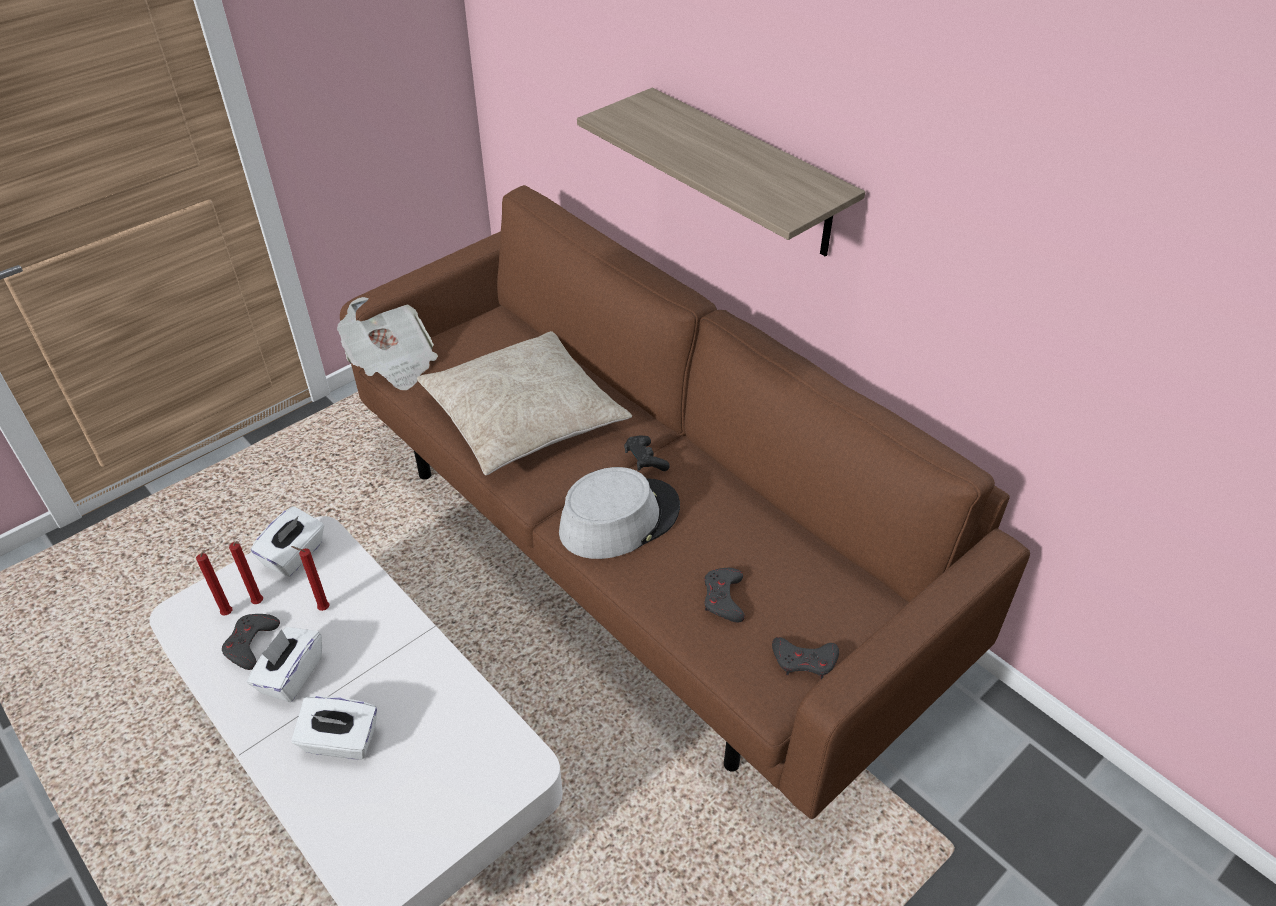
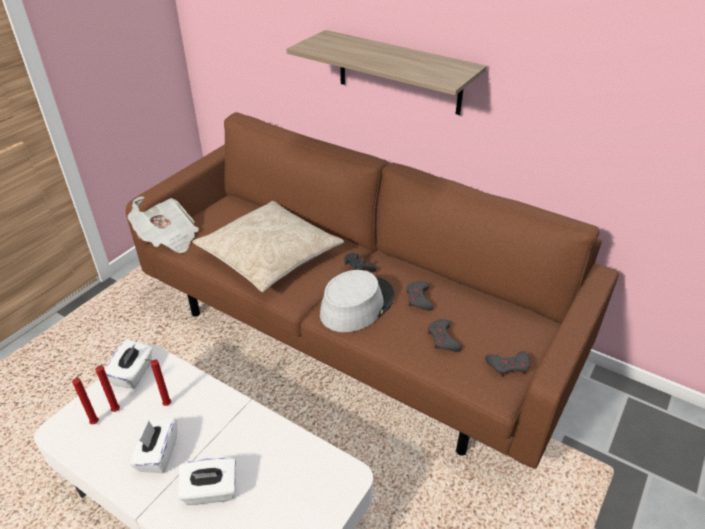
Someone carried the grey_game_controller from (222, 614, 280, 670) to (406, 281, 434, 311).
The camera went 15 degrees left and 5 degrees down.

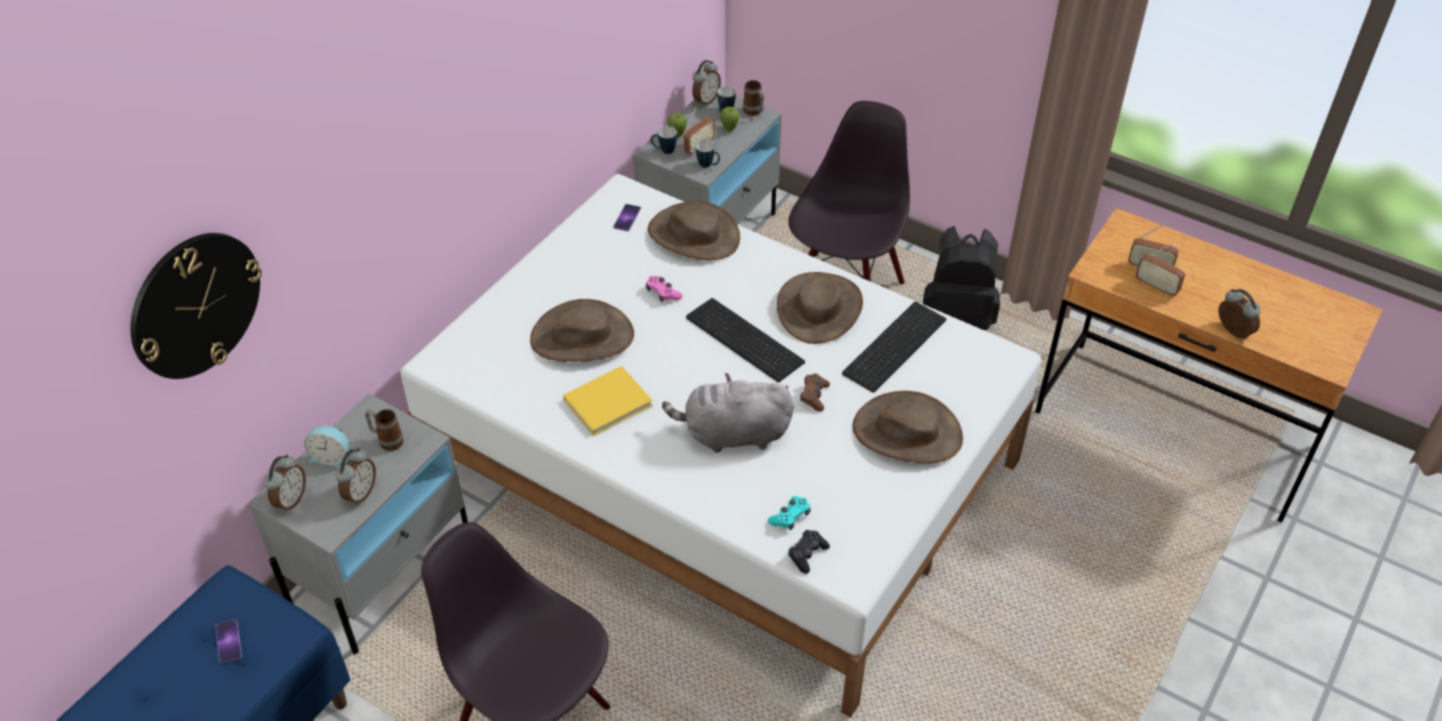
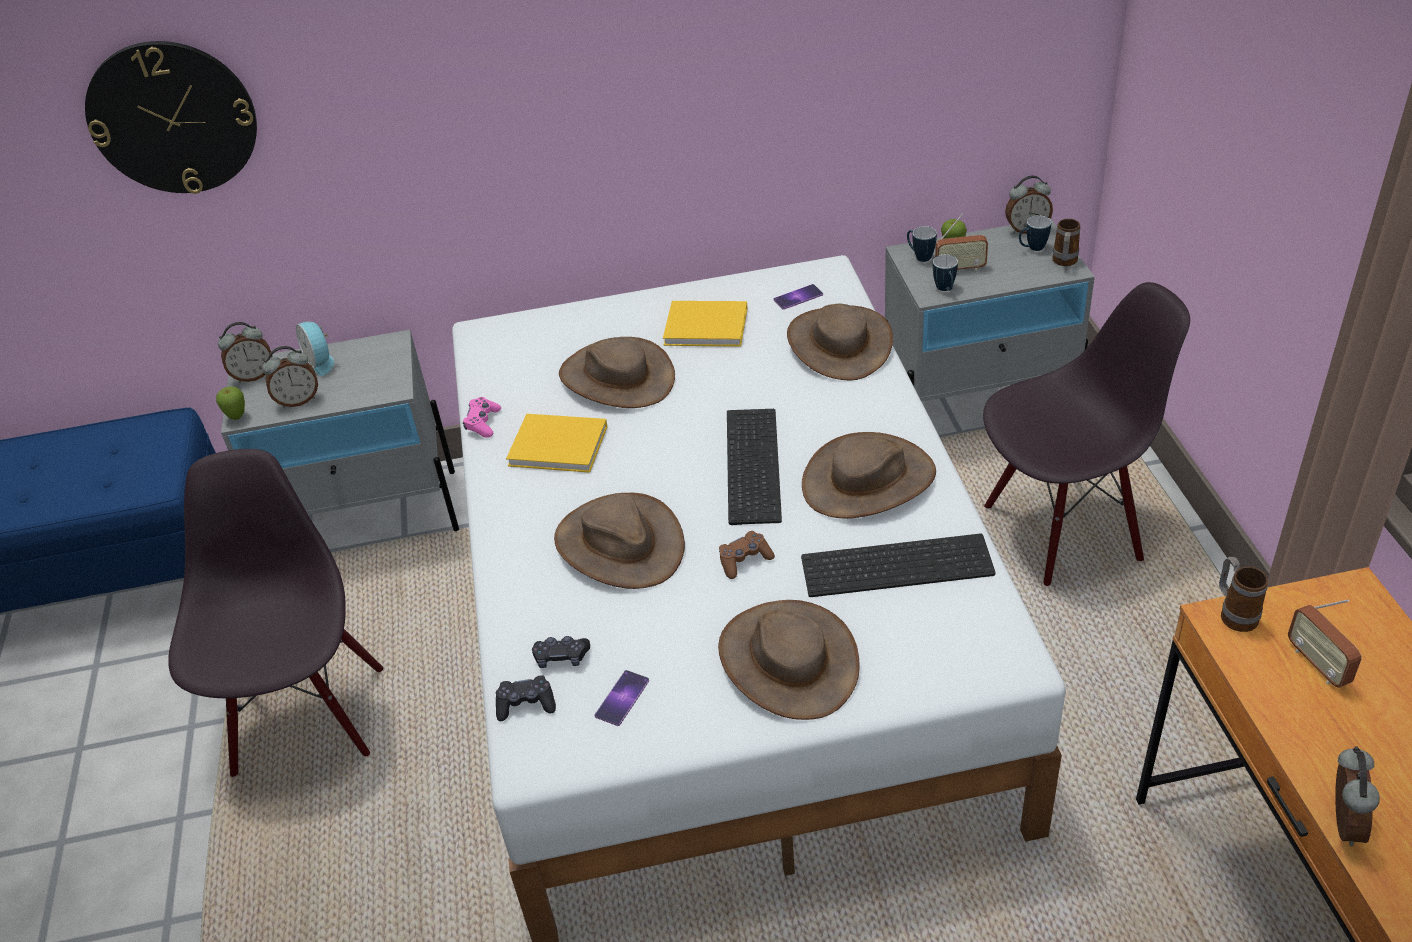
Someone took away the black_backpack at (923, 226, 1000, 330).
Someone took away the radio at (1136, 244, 1185, 296).
Someone put down the yellow_book at (663, 301, 747, 347).
Someone carried the phone from (215, 619, 242, 664) to (594, 670, 649, 726).
Someone carried the mug from (365, 409, 404, 451) to (1219, 556, 1268, 632).
Someone carried the pink_game_controller from (646, 276, 683, 302) to (463, 397, 501, 438).
Someone carried the apple from (720, 107, 739, 131) to (216, 386, 245, 420).
Someone swapped the grey_plush_toy at (662, 373, 794, 453) for the brown_hat at (554, 493, 685, 589).
Someone repainted the turquoise_game_controller at (768, 496, 811, 530), which became the black_game_controller at (532, 636, 590, 668).
The camera went 50 degrees right and 5 degrees down.

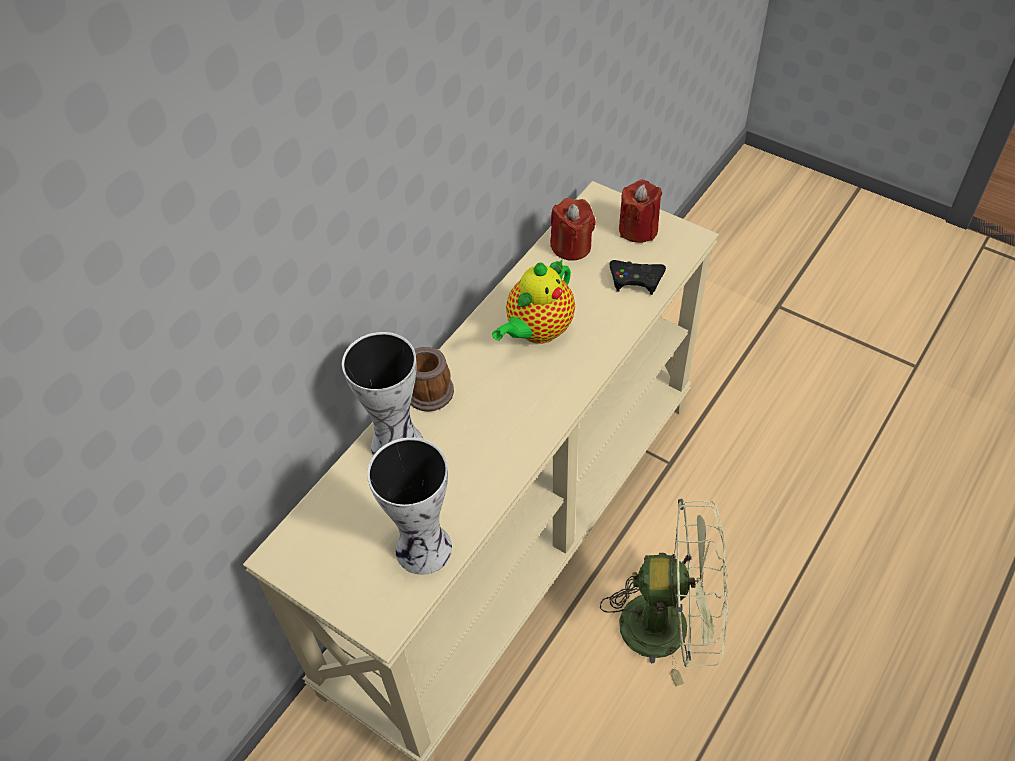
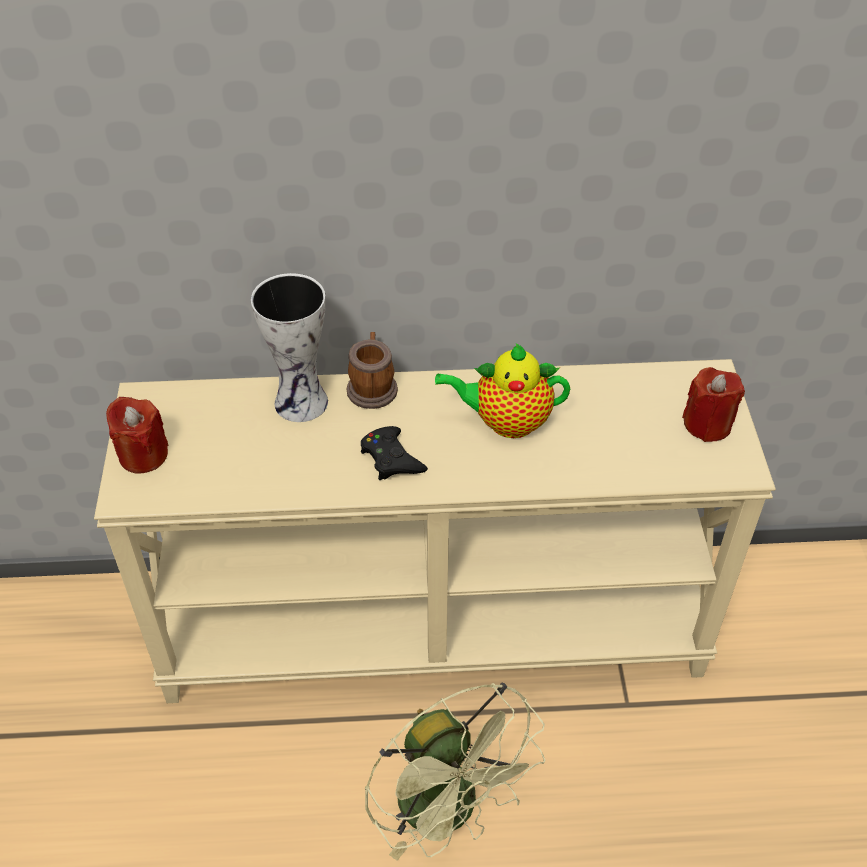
Someone took away the vase at (367, 437, 452, 575).
Someone carried the red_candle from (550, 198, 596, 261) to (106, 397, 168, 474).
Someone carried the black_game_controller from (610, 260, 666, 295) to (361, 426, 428, 480).
The camera went 50 degrees right and 5 degrees down.

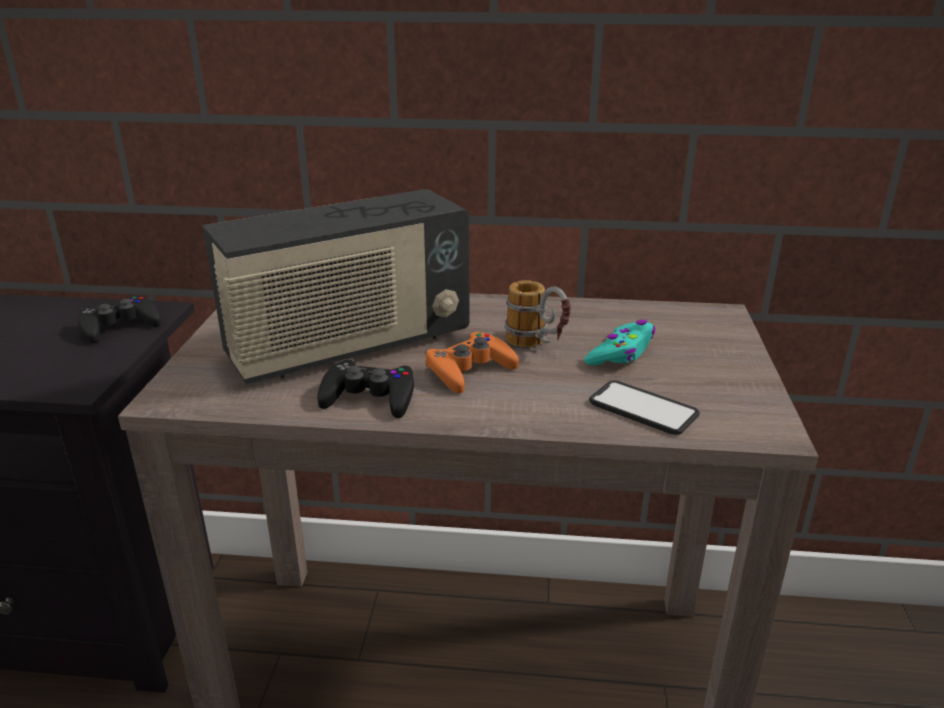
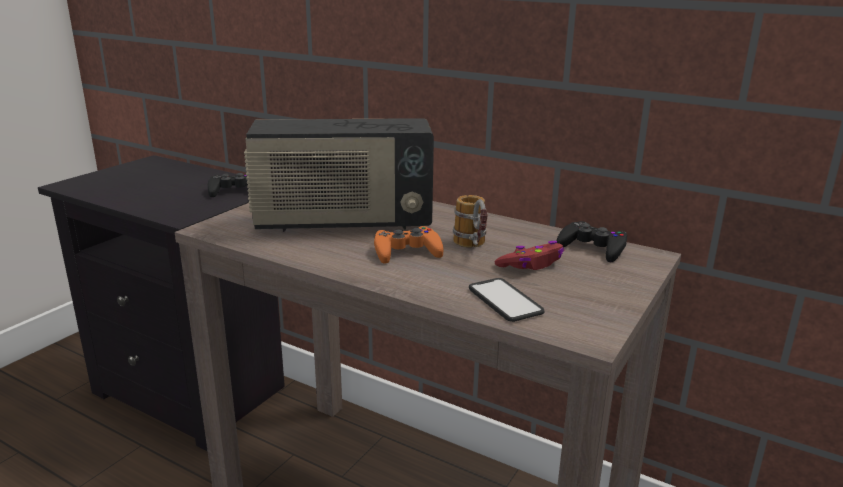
Someone carried the black_game_controller from (317, 359, 414, 418) to (557, 221, 627, 262).
Someone repainted the turquoise_game_controller at (584, 320, 655, 365), which became the red_game_controller at (494, 241, 565, 270).
The camera went 25 degrees right and 5 degrees down.

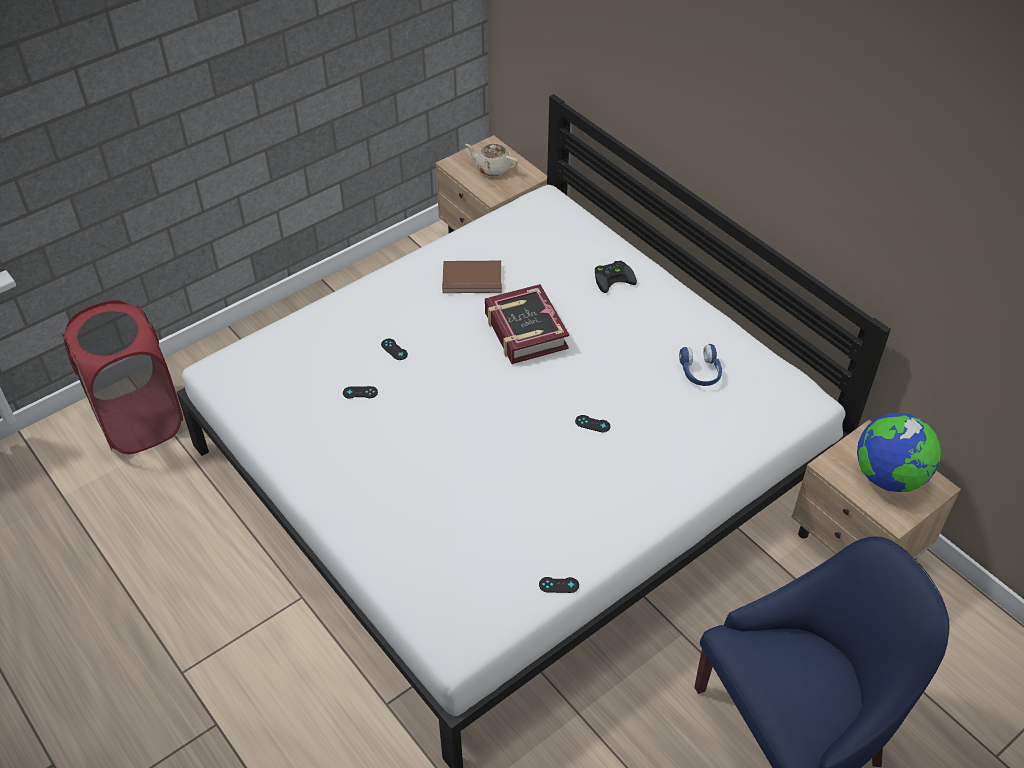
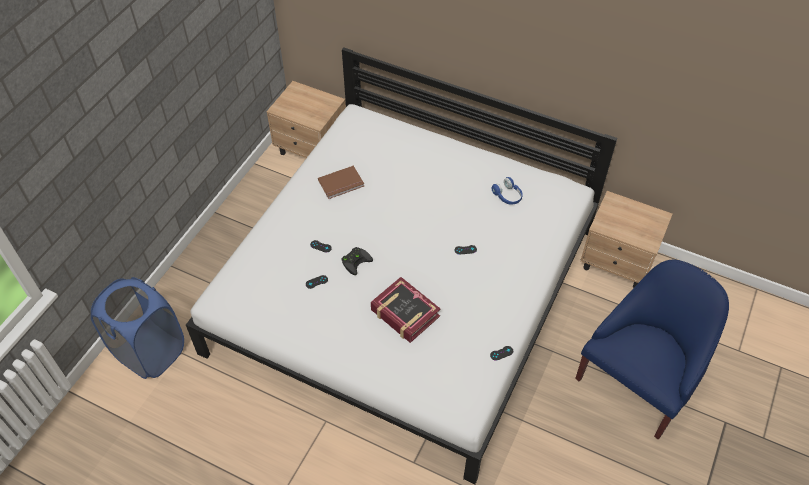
Someone took away the beige_teapot at (465, 143, 518, 177).
Someone took away the globe at (857, 413, 941, 492).
Someone carried the book from (485, 284, 569, 364) to (371, 277, 441, 343).
Someone carried the black_game_controller from (595, 261, 637, 293) to (341, 247, 373, 275).
Someone repainted the red_laundry_basket at (62, 300, 183, 454), which became the blue_laundry_basket at (91, 277, 184, 379).
The camera went 25 degrees left and 5 degrees up.

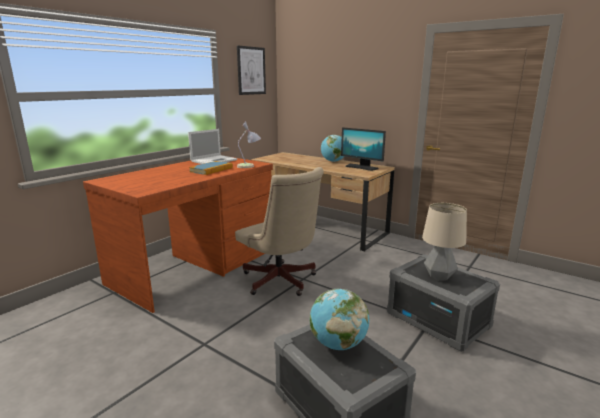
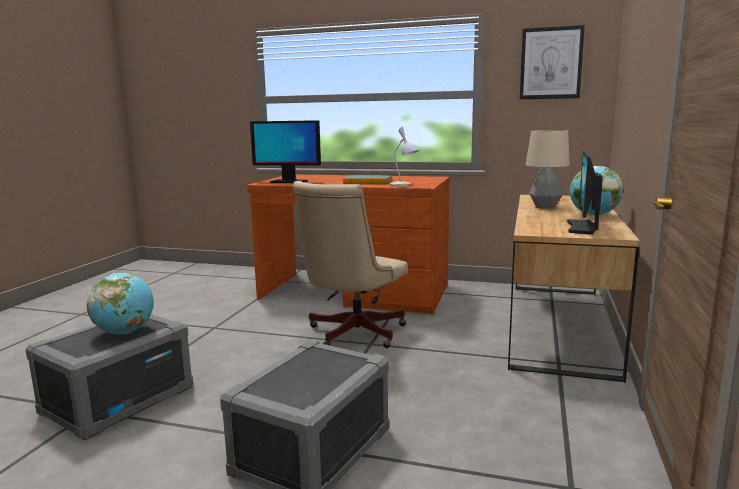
Someone took away the laptop at (188, 129, 237, 164).
Someone put down the monitor at (250, 120, 321, 183).
Someone carried the table_lamp from (422, 203, 467, 281) to (526, 130, 570, 208).
The camera went 70 degrees right and 5 degrees down.

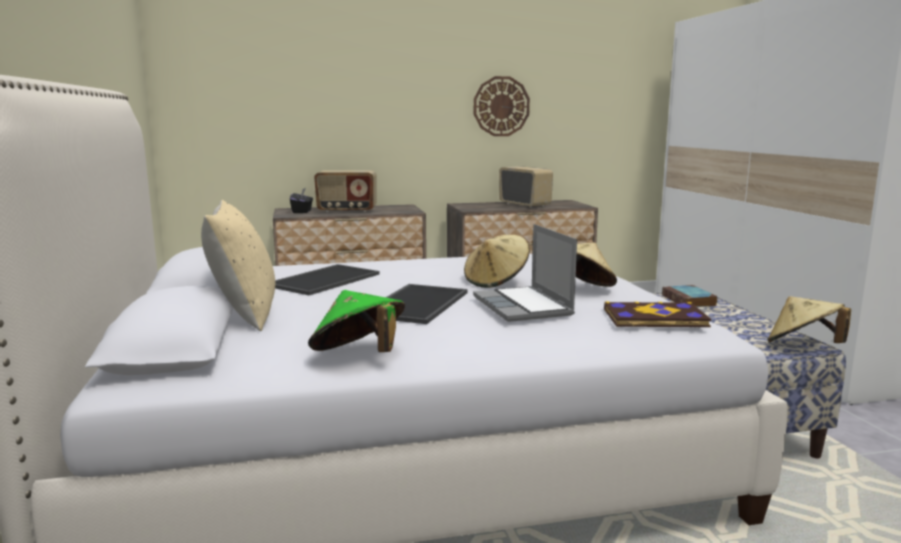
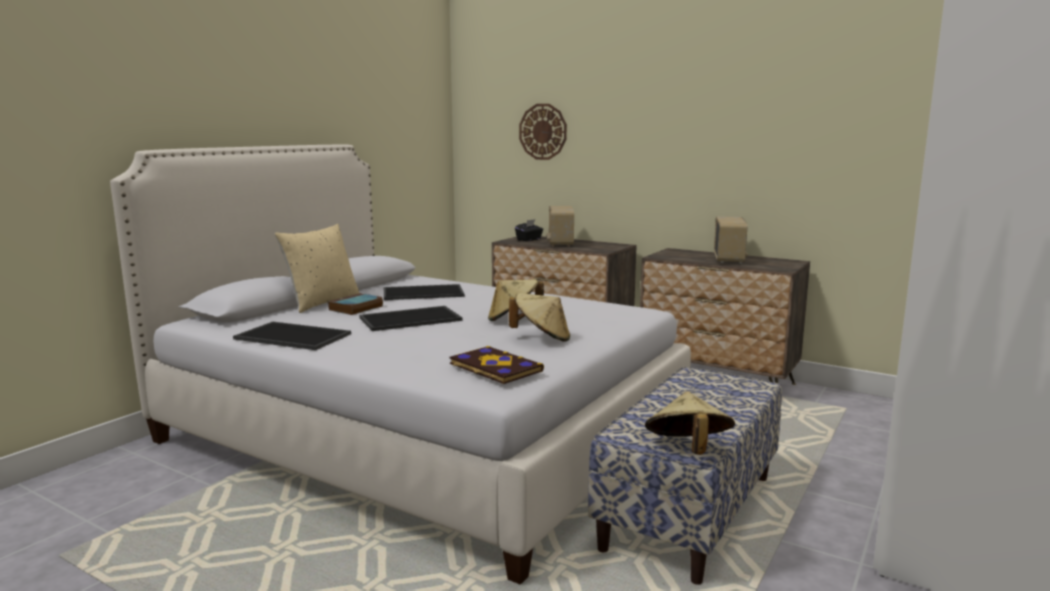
Someone took away the laptop at (473, 224, 577, 322).
Someone carried the wall_clock from (474, 76, 530, 136) to (519, 104, 567, 160).
Someone carried the book from (662, 285, 718, 307) to (328, 293, 383, 315).
Someone swapped the green_hat at (308, 290, 405, 352) for the tray at (233, 321, 351, 350).
Someone rotated the radio at (314, 170, 376, 213) by 45 degrees clockwise.
The camera went 45 degrees right and 0 degrees up.

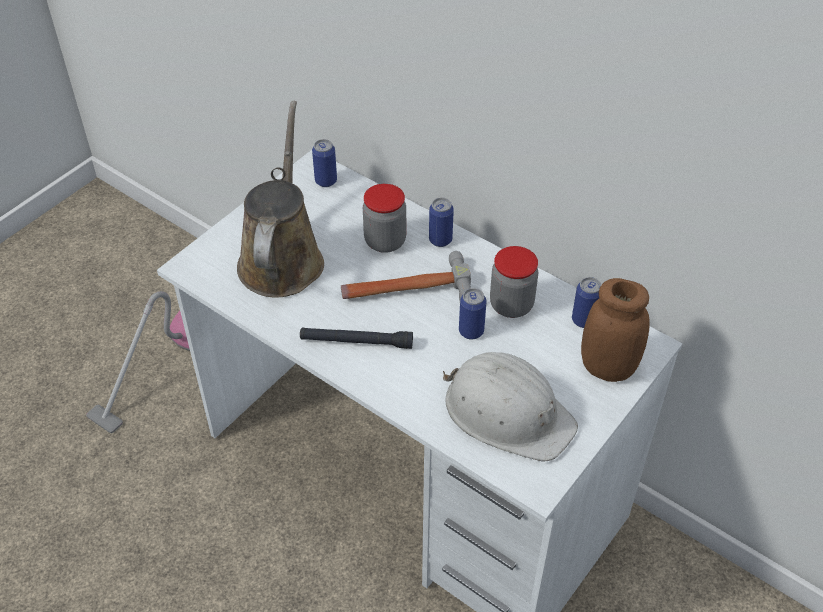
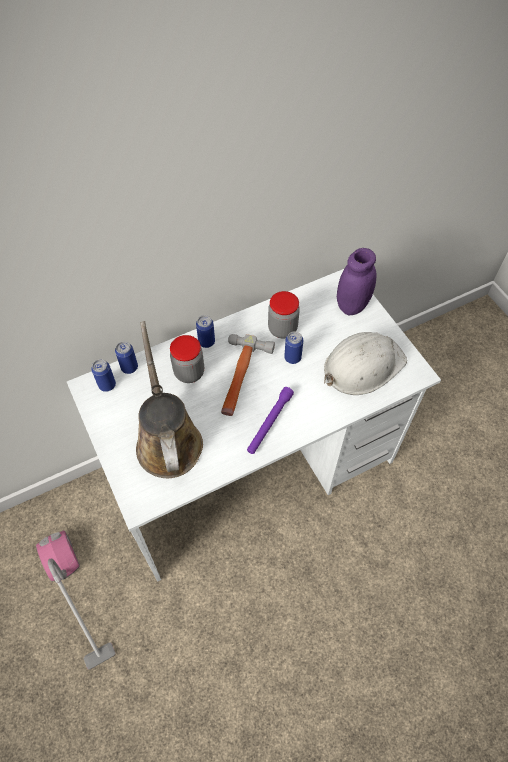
Someone carried the can from (572, 277, 601, 328) to (115, 341, 138, 374).
Someone repainted the black_flashlight at (300, 328, 413, 349), which became the purple_flashlight at (247, 387, 294, 454).
Someone repainted the brown_jar at (581, 278, 650, 382), which became the purple_jar at (337, 248, 376, 315).
Someone rotated the brown_watering_can at (237, 101, 324, 298) by 45 degrees clockwise.
The camera went 65 degrees left and 10 degrees up.

